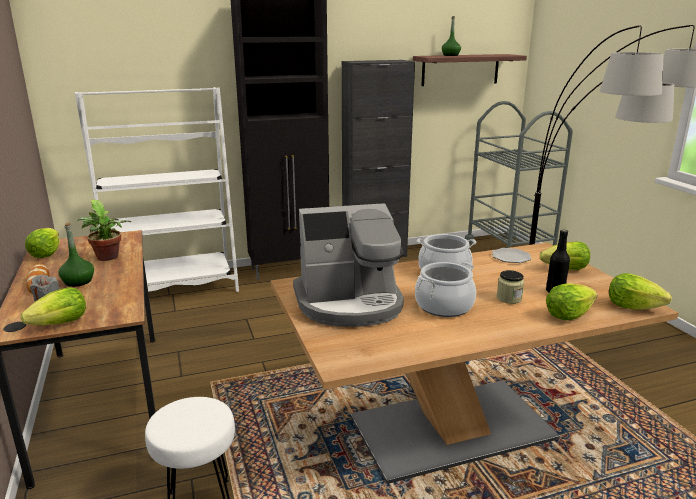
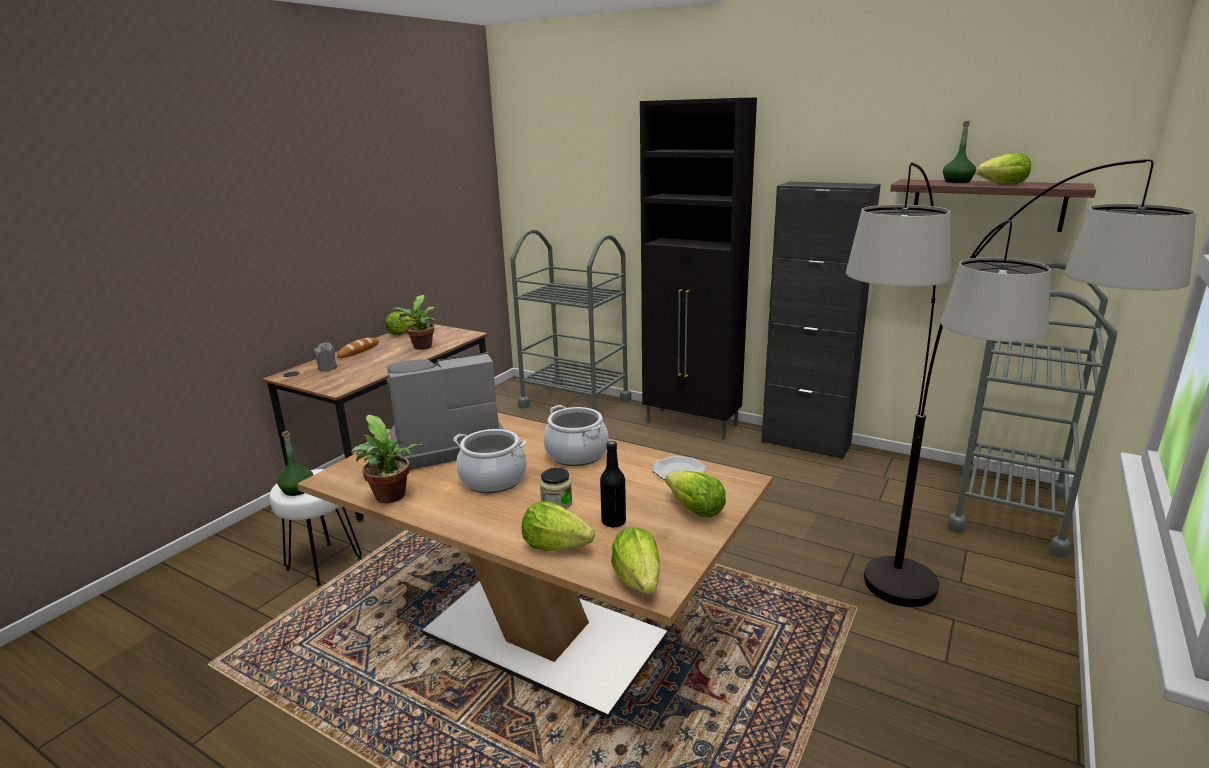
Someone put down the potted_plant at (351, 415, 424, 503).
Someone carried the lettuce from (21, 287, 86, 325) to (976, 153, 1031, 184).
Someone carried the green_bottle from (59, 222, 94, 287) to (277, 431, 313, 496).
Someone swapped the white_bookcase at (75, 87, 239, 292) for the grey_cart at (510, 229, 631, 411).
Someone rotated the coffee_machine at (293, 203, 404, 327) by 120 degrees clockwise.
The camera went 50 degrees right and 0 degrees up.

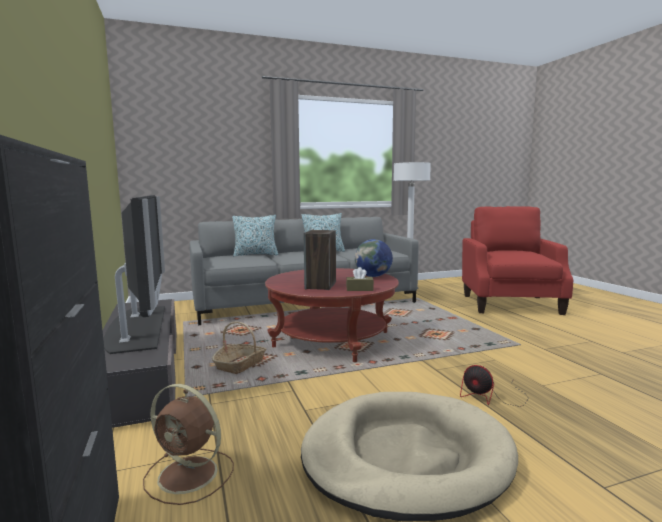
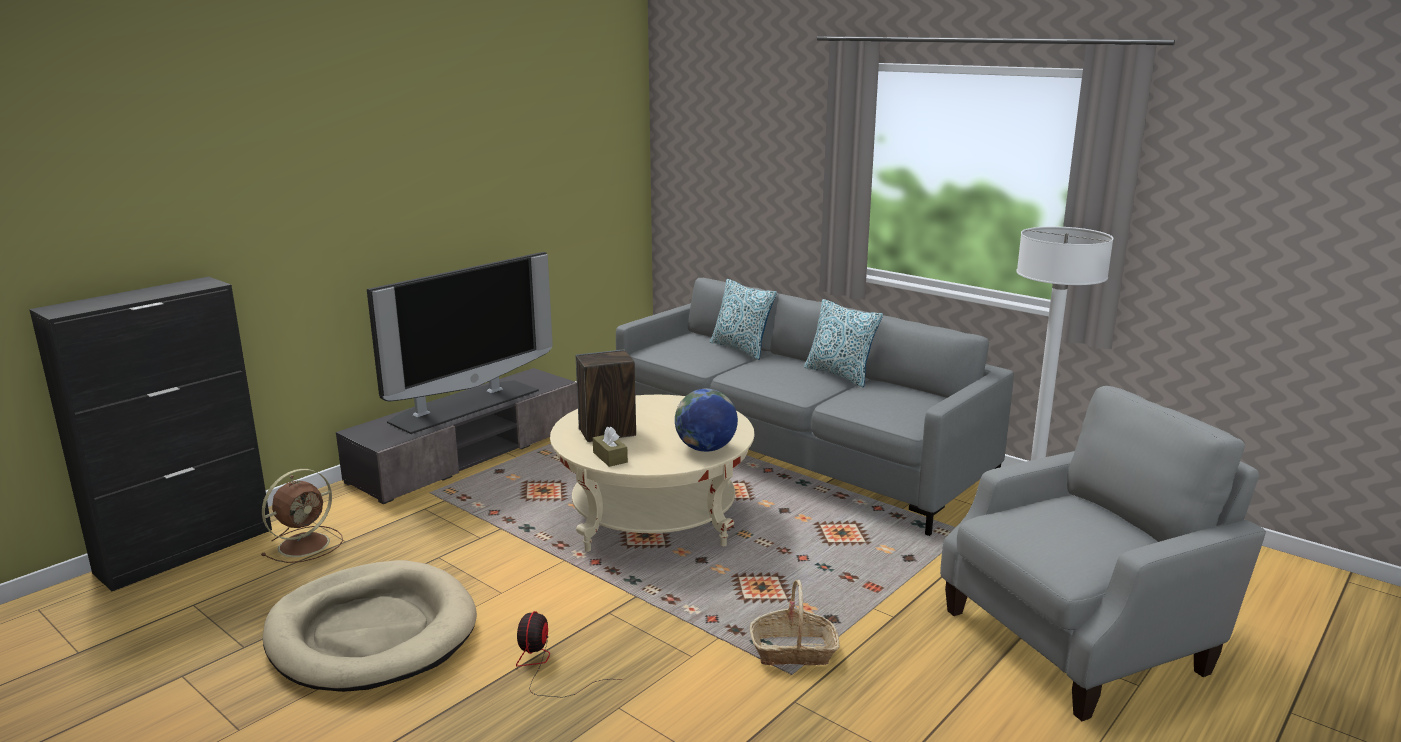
Someone carried the basket from (212, 321, 266, 374) to (750, 580, 840, 666).
Someone repainted the red_coffee_table at (265, 268, 399, 362), which became the beige_coffee_table at (550, 395, 754, 552).
Someone repainted the red_armchair at (462, 206, 573, 315), which became the grey_armchair at (940, 386, 1266, 721).
Someone rotated the brown_fan at (143, 384, 234, 505) by 135 degrees counterclockwise.
The camera went 60 degrees right and 10 degrees up.

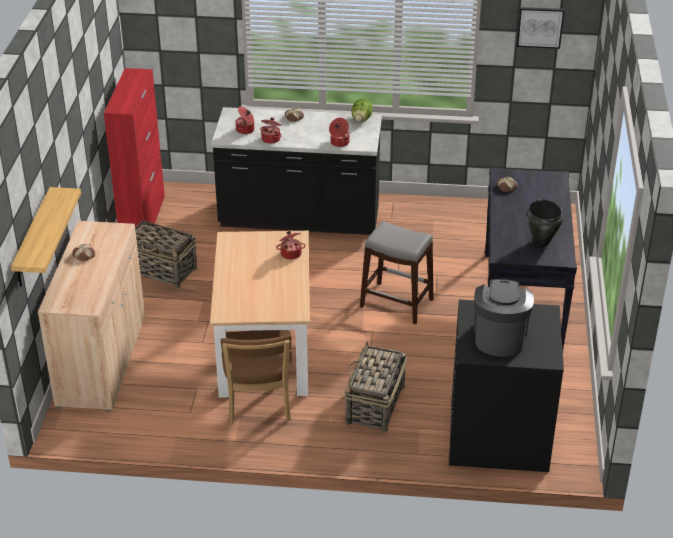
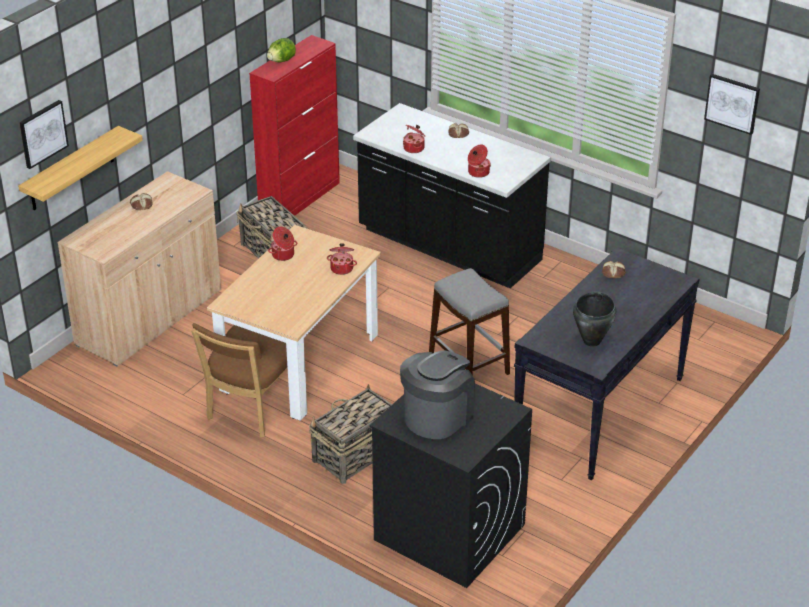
Someone put up the picture at (19, 100, 69, 169).
Someone carried the cooking_pot from (235, 107, 255, 134) to (268, 227, 297, 261).
Someone carried the lettuce from (351, 99, 373, 122) to (267, 38, 296, 62).
The camera went 30 degrees right and 0 degrees up.

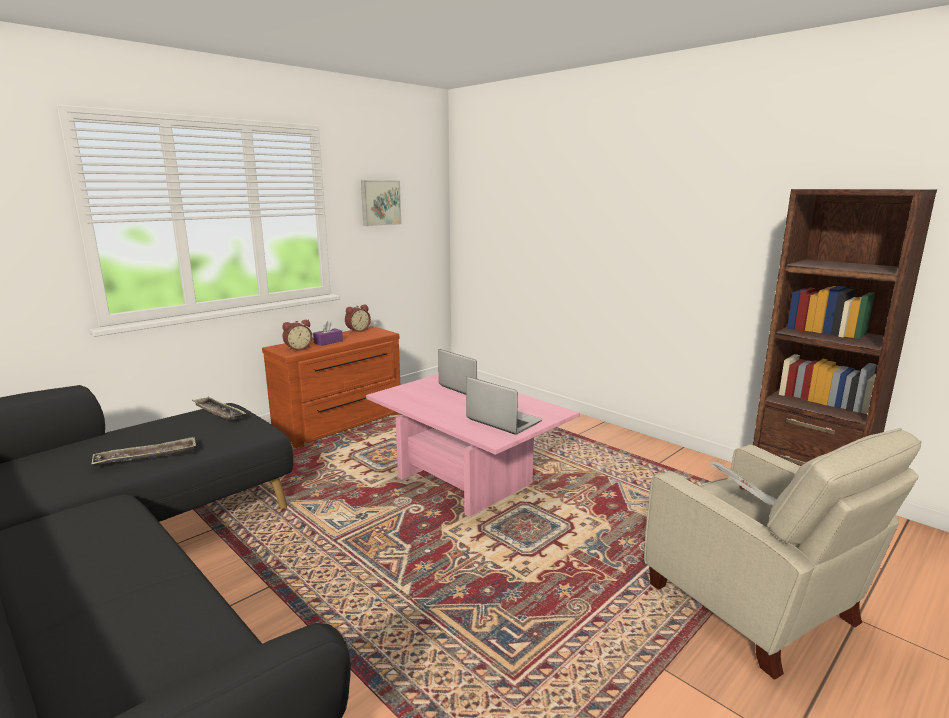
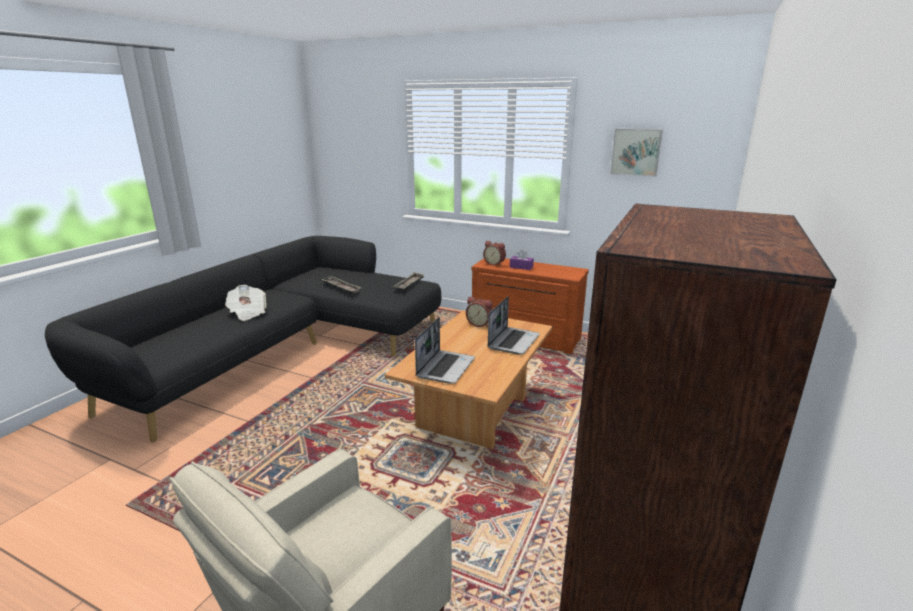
Someone carried the alarm_clock from (345, 304, 371, 332) to (466, 297, 493, 327).
Someone carried the newspaper from (709, 461, 776, 505) to (225, 285, 266, 321).
Someone repainted the pink_coffee_table at (366, 374, 579, 517), which became the brown_coffee_table at (385, 310, 552, 449).
The camera went 70 degrees right and 5 degrees up.

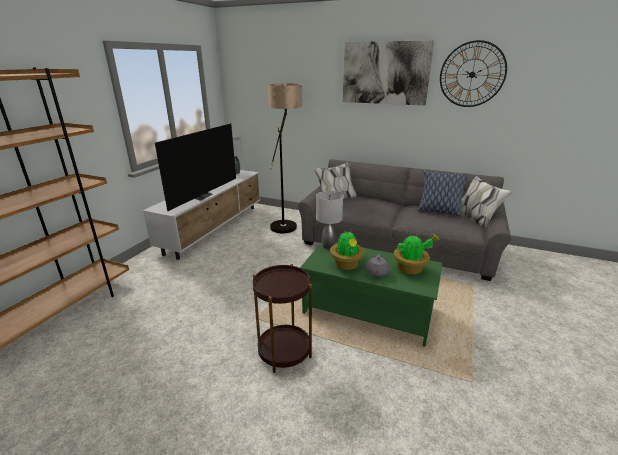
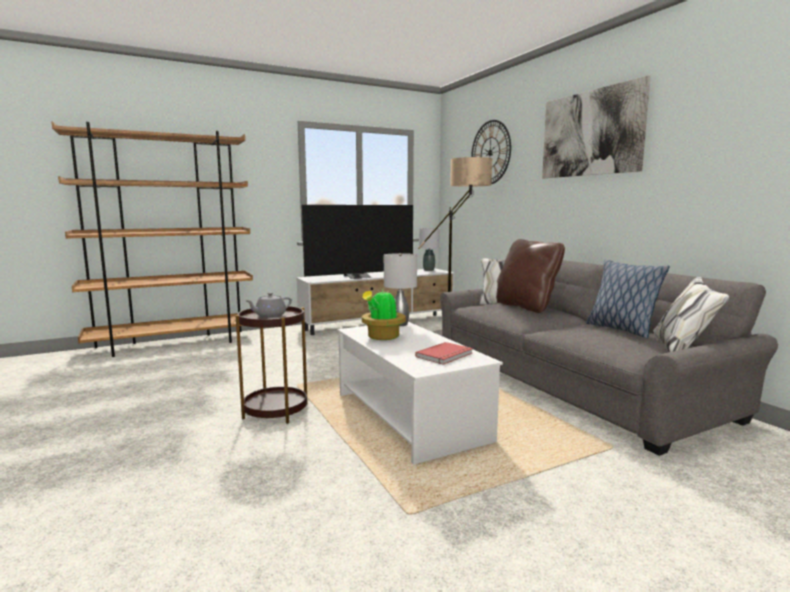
Someone put down the brown_pillow at (496, 239, 565, 313).
Someone carried the grey_teapot from (366, 254, 390, 277) to (245, 292, 292, 318).
Someone carried the wall_clock from (440, 40, 507, 107) to (471, 120, 511, 184).
Someone swapped the potted_plant at (394, 233, 440, 274) for the red_book at (415, 342, 473, 365).
Someone repainted the green_coffee_table at (300, 242, 443, 347), which became the white_coffee_table at (337, 322, 503, 465).
The camera went 40 degrees right and 15 degrees down.

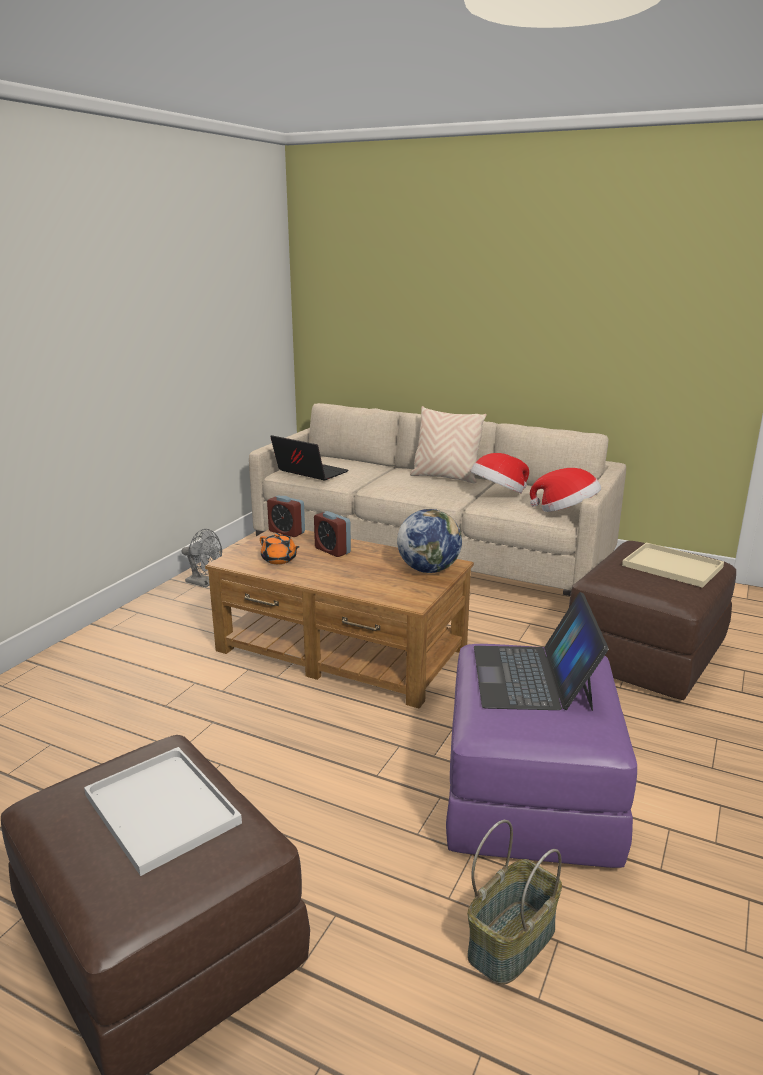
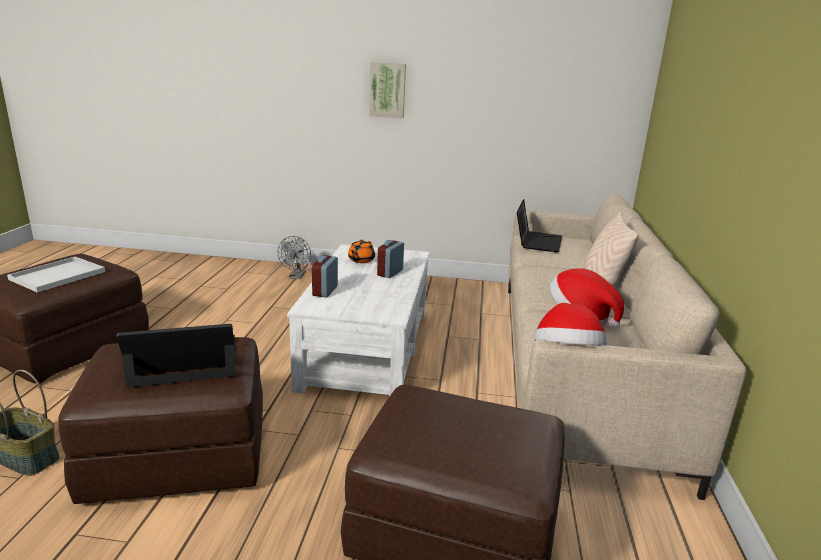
Someone took away the globe at (397, 509, 462, 573).
Someone took away the beige_tray at (622, 542, 724, 588).
Someone put up the picture at (369, 62, 406, 118).
Someone carried the grey_fan from (182, 529, 222, 587) to (278, 236, 311, 279).
Someone carried the alarm_clock from (267, 495, 305, 537) to (312, 255, 338, 298).
Someone repainted the brown_coffee_table at (205, 529, 474, 708), which became the white_coffee_table at (287, 244, 430, 397).
Someone repainted the purple_ottoman at (446, 644, 637, 868), which became the brown_ottoman at (58, 337, 263, 504).
The camera went 70 degrees right and 0 degrees up.

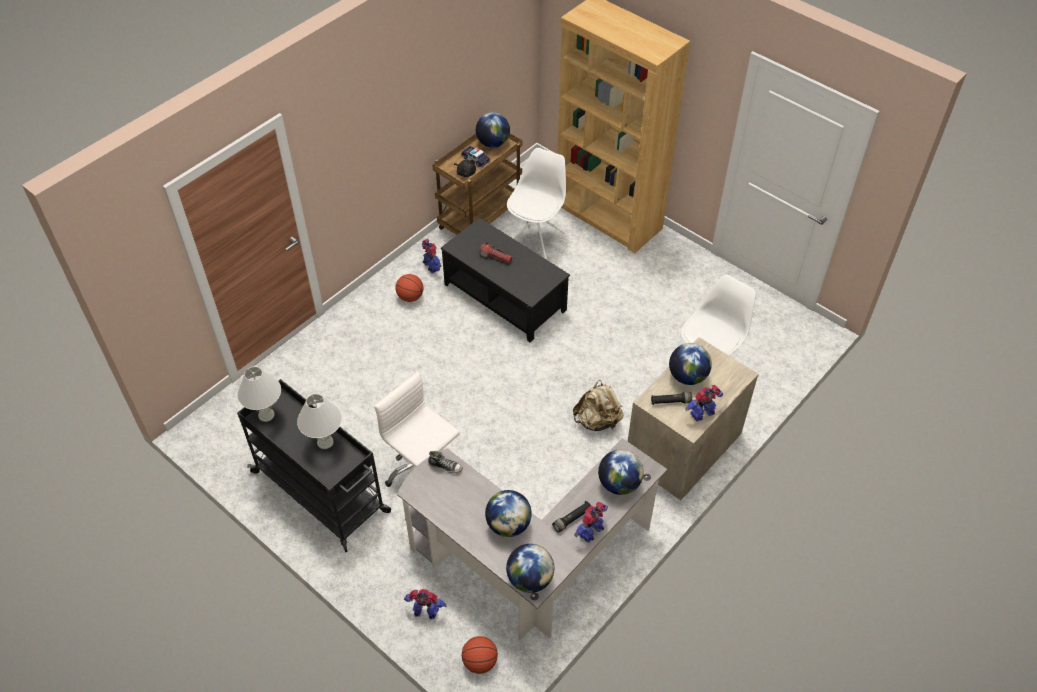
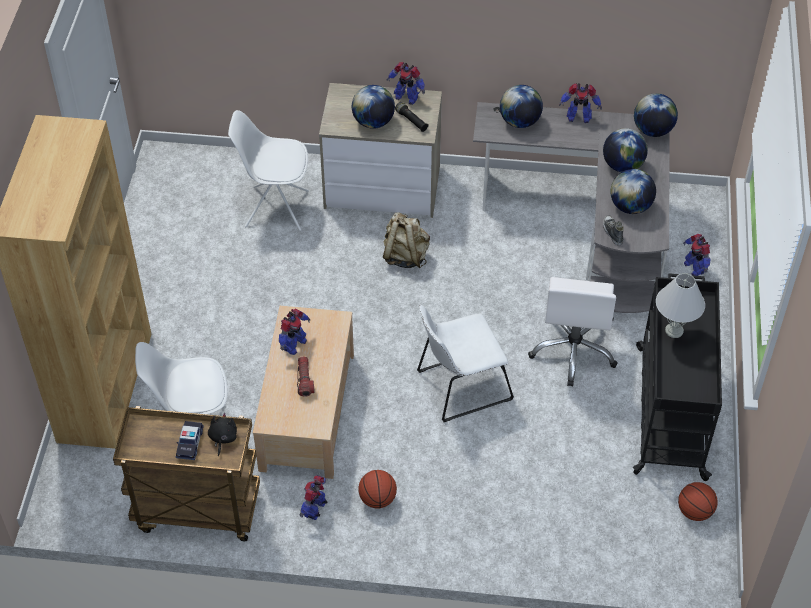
Someone took away the white_table_lamp at (237, 366, 281, 422).
Someone took away the black_flashlight at (552, 501, 591, 533).
Someone put down the toy_robot at (279, 309, 311, 355).
Someone put down the white_chair at (417, 305, 514, 422).
Someone carried the basketball from (462, 636, 498, 674) to (678, 482, 718, 521).
Someone carried the globe from (476, 112, 510, 148) to (611, 169, 656, 214).
Someone repainted the black_coffee_table at (441, 218, 570, 342), which became the beige_coffee_table at (253, 306, 354, 479).
The camera went 125 degrees left and 0 degrees up.

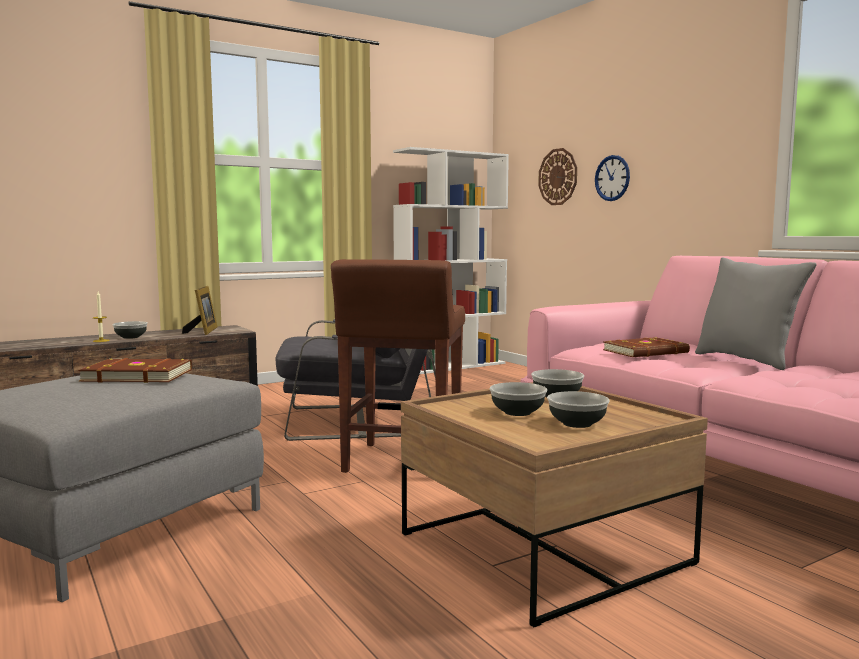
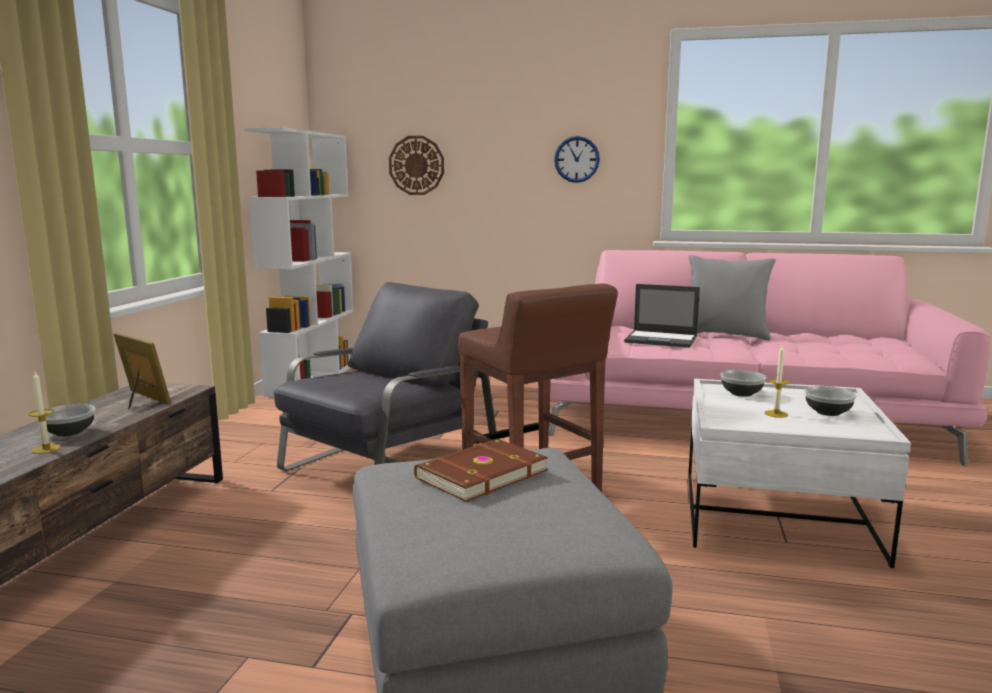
Someone carried the wall_clock from (595, 155, 630, 201) to (554, 136, 600, 183).
Someone swapped the bowl at (489, 382, 547, 416) for the candle at (765, 345, 789, 418).
Someone swapped the brown_book at (603, 337, 690, 357) for the laptop at (624, 284, 700, 348).
Someone repainted the brown_coffee_table at (401, 382, 708, 627), which became the white_coffee_table at (688, 379, 911, 568).
The camera went 45 degrees left and 5 degrees up.

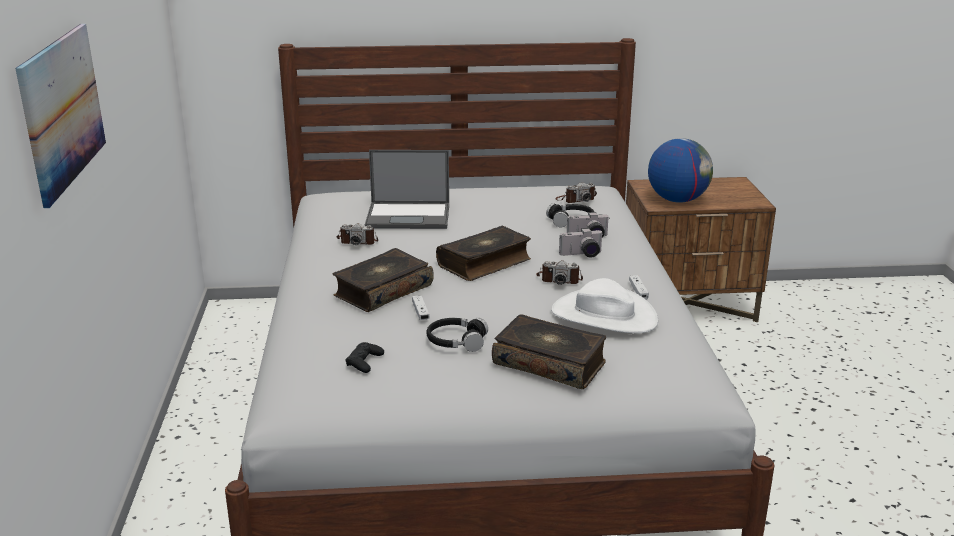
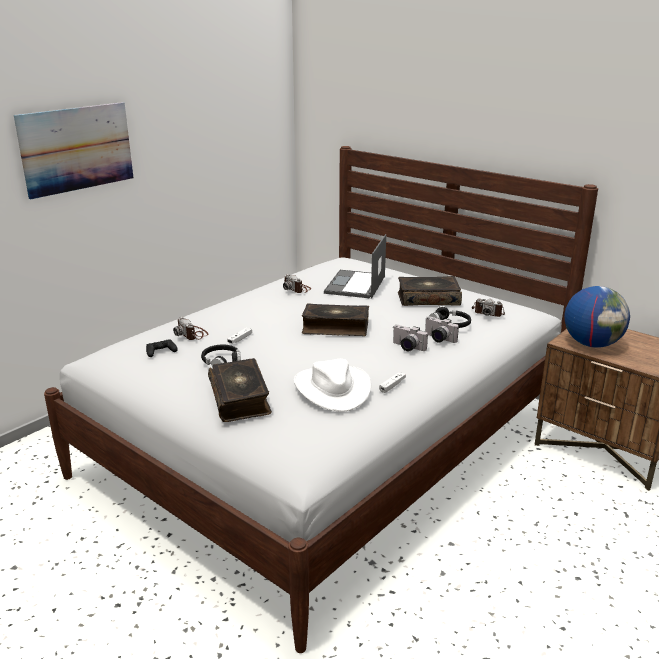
Someone carried the book from (333, 248, 434, 312) to (398, 276, 462, 306).
Someone carried the photo_camera from (536, 260, 583, 285) to (173, 317, 208, 340).
Someone rotated the laptop at (365, 150, 449, 229) by 60 degrees clockwise.
The camera went 45 degrees right and 0 degrees up.

